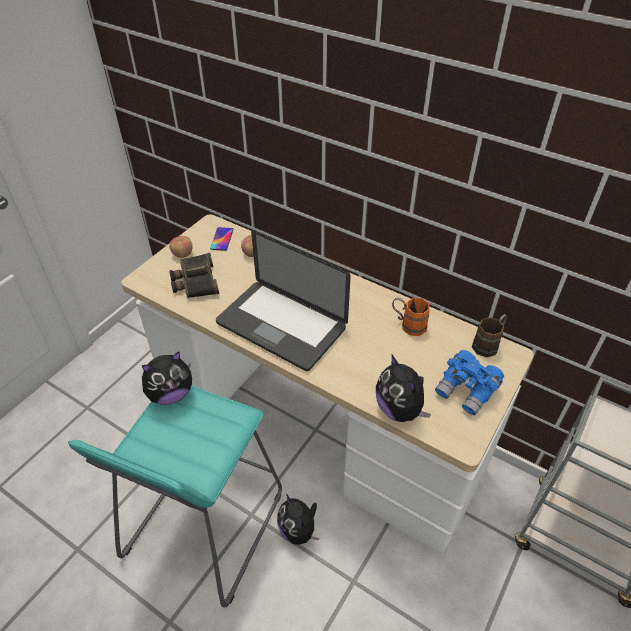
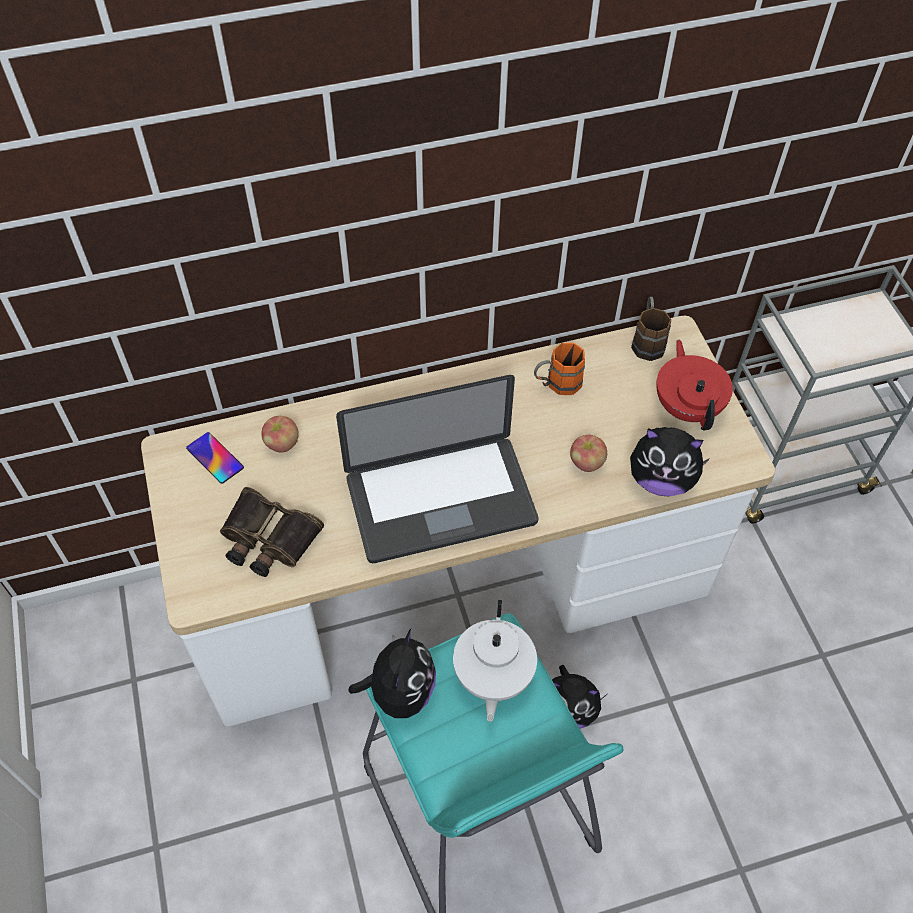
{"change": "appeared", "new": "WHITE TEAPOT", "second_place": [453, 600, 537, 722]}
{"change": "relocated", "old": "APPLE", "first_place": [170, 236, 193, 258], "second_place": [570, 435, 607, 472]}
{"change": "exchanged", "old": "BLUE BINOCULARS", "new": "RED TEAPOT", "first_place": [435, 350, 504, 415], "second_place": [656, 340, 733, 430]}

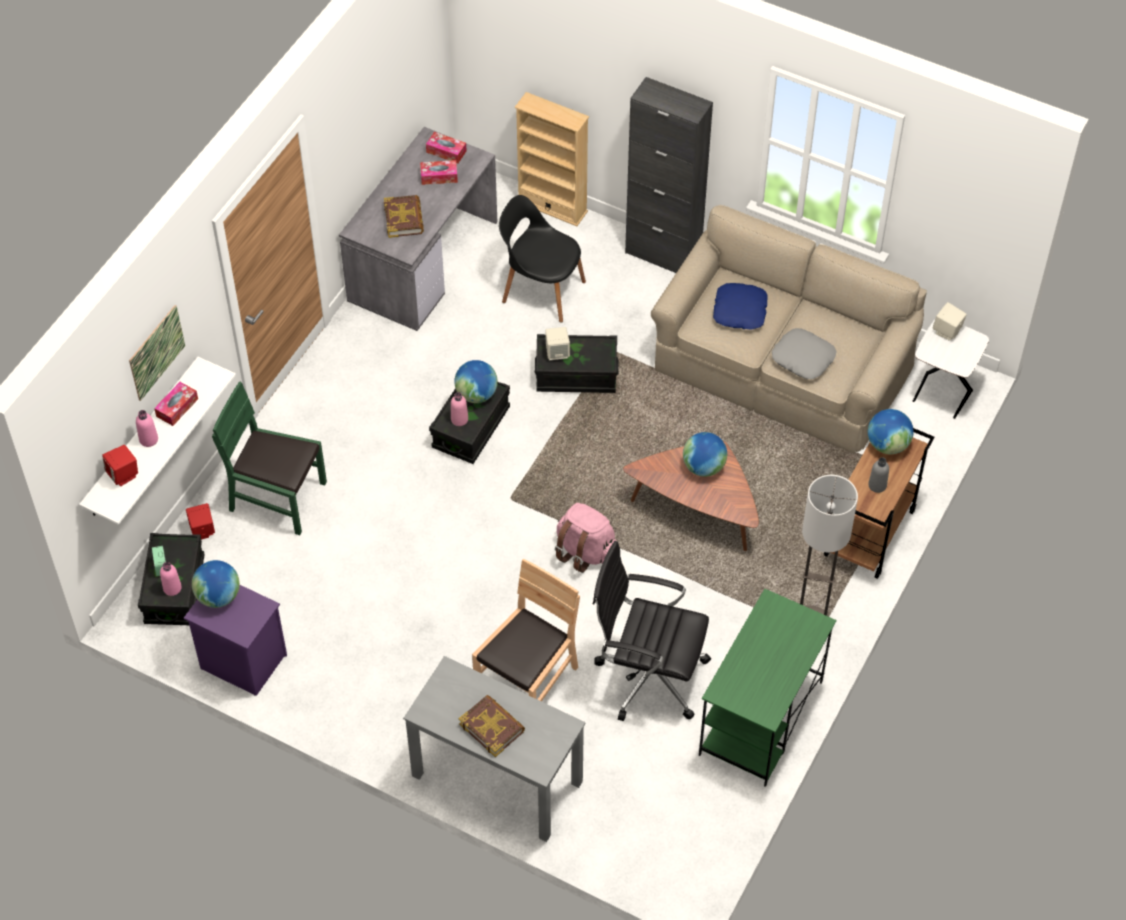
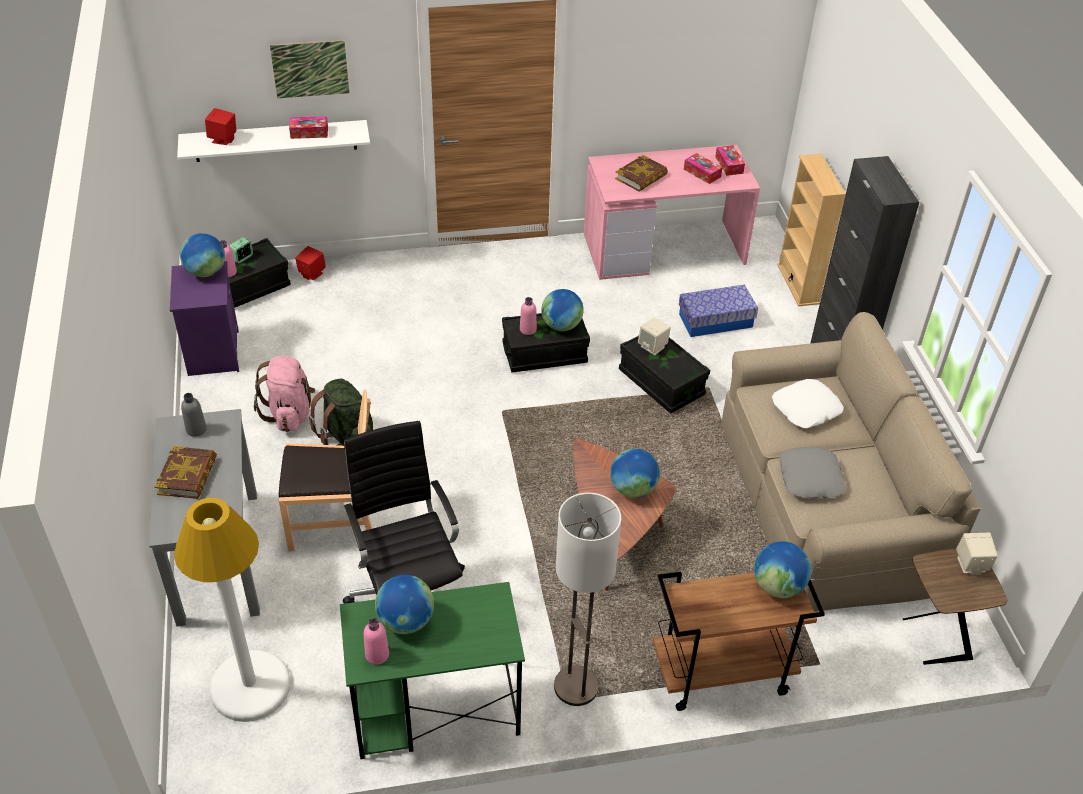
{"change": "appeared", "new": "WHITE FLOOR LAMP", "second_place": [174, 498, 291, 722]}
{"change": "relocated", "old": "GREY BOTTLE", "first_place": [868, 457, 889, 493], "second_place": [181, 393, 207, 437]}
{"change": "relocated", "old": "PINK BACKPACK", "first_place": [555, 503, 617, 573], "second_place": [254, 356, 315, 432]}
{"change": "appeared", "new": "GREEN BACKPACK", "second_place": [309, 379, 373, 446]}
{"change": "relocated", "old": "PINK BOTTLE", "first_place": [136, 410, 158, 447], "second_place": [364, 618, 389, 665]}
{"change": "appeared", "new": "GLOBE", "second_place": [375, 575, 434, 634]}
{"change": "colour", "old": "GREY DESK", "new": "PINK DESK", "first_place": [339, 127, 497, 331], "second_place": [584, 145, 760, 280]}
{"change": "exchanged", "old": "BLACK CHAIR", "new": "STORAGE BOX", "first_place": [499, 195, 586, 322], "second_place": [679, 284, 758, 337]}
{"change": "colour", "old": "BLUE PILLOW", "new": "WHITE PILLOW", "first_place": [713, 283, 767, 330], "second_place": [772, 379, 844, 428]}
{"change": "colour", "old": "WHITE SIDE TABLE", "new": "BROWN SIDE TABLE", "first_place": [913, 319, 989, 419], "second_place": [903, 548, 1007, 665]}
{"change": "missing", "old": "GREEN CHAIR", "first_place": [212, 382, 327, 535]}

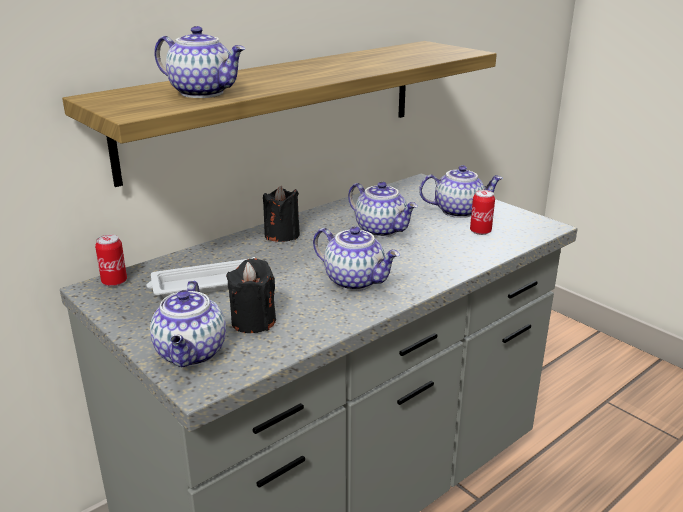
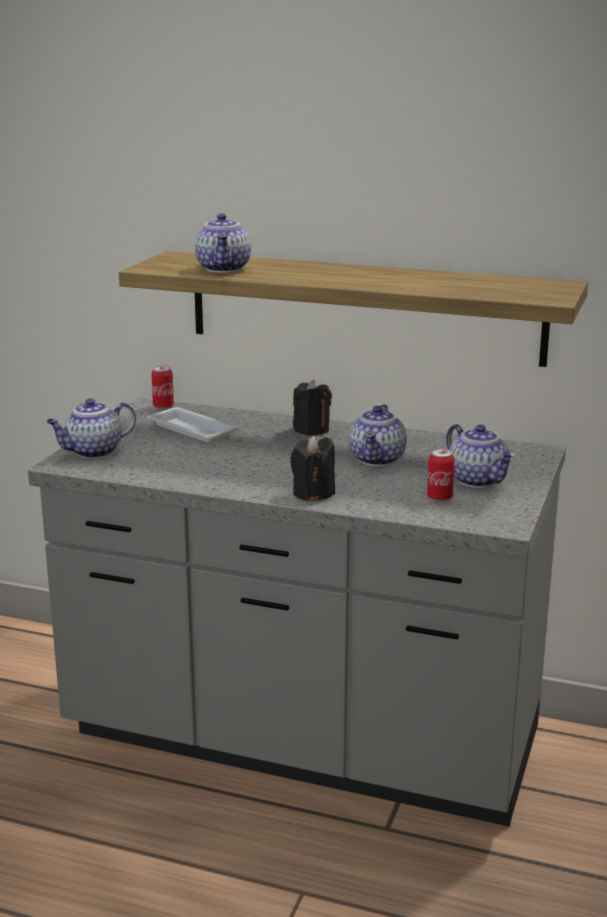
{"change": "relocated", "old": "BLACK CANDLE", "first_place": [226, 258, 276, 333], "second_place": [290, 436, 335, 501]}
{"change": "missing", "old": "TEAPOT", "first_place": [313, 226, 400, 291]}

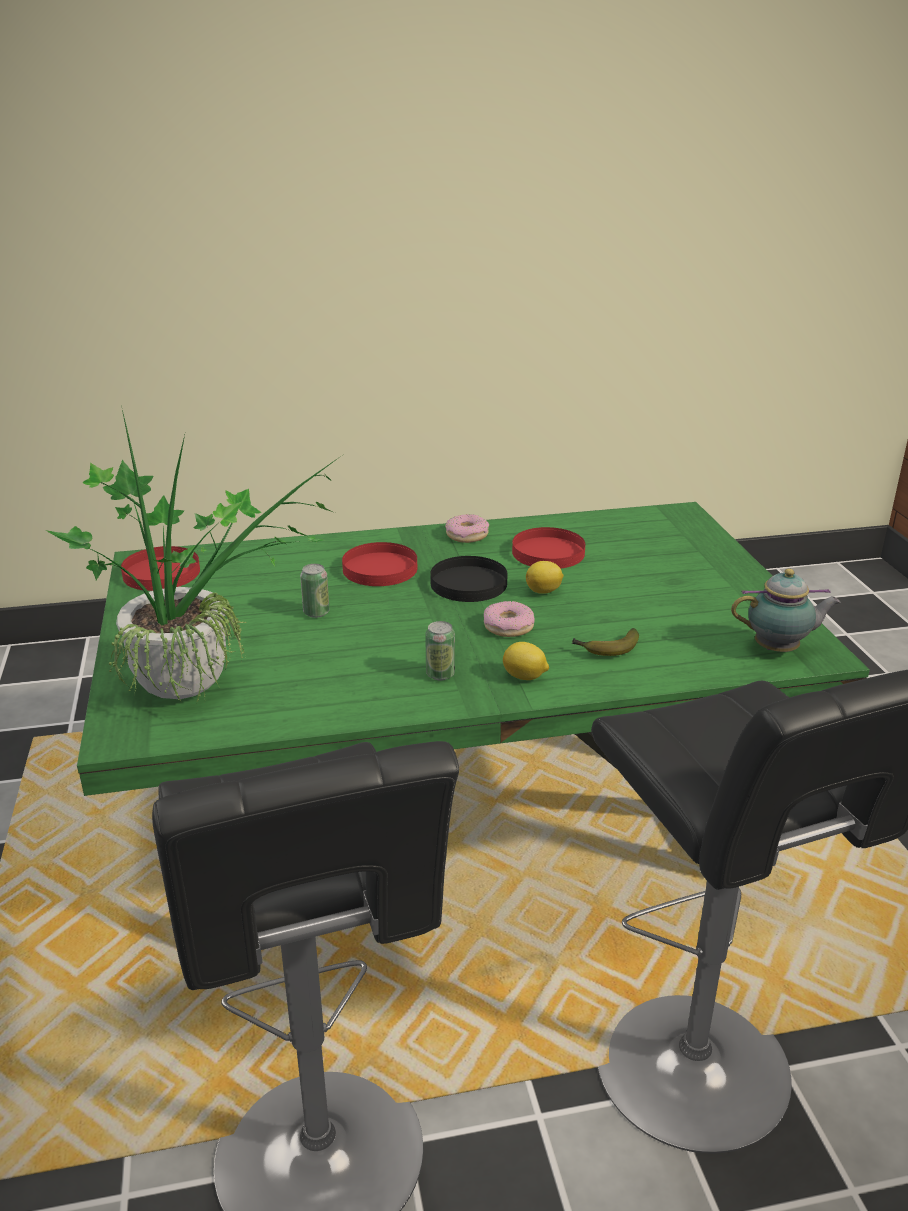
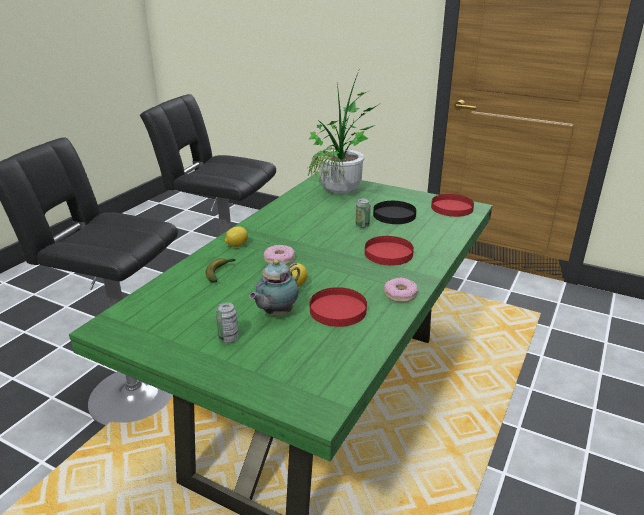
{"change": "relocated", "old": "CAN", "first_place": [425, 621, 455, 680], "second_place": [216, 303, 239, 343]}
{"change": "relocated", "old": "TEAPOT", "first_place": [731, 569, 841, 652], "second_place": [249, 260, 300, 315]}
{"change": "relocated", "old": "BLACK PLATE", "first_place": [430, 556, 508, 602], "second_place": [373, 201, 416, 224]}

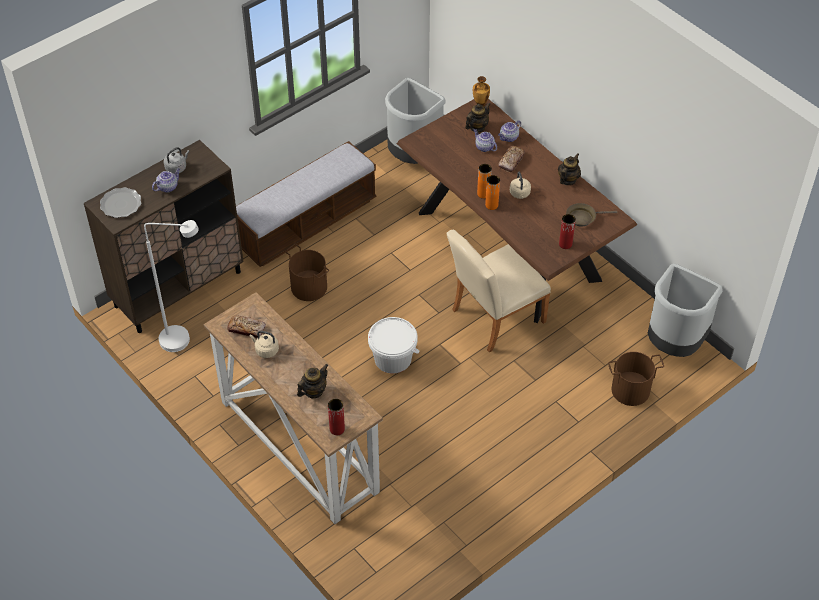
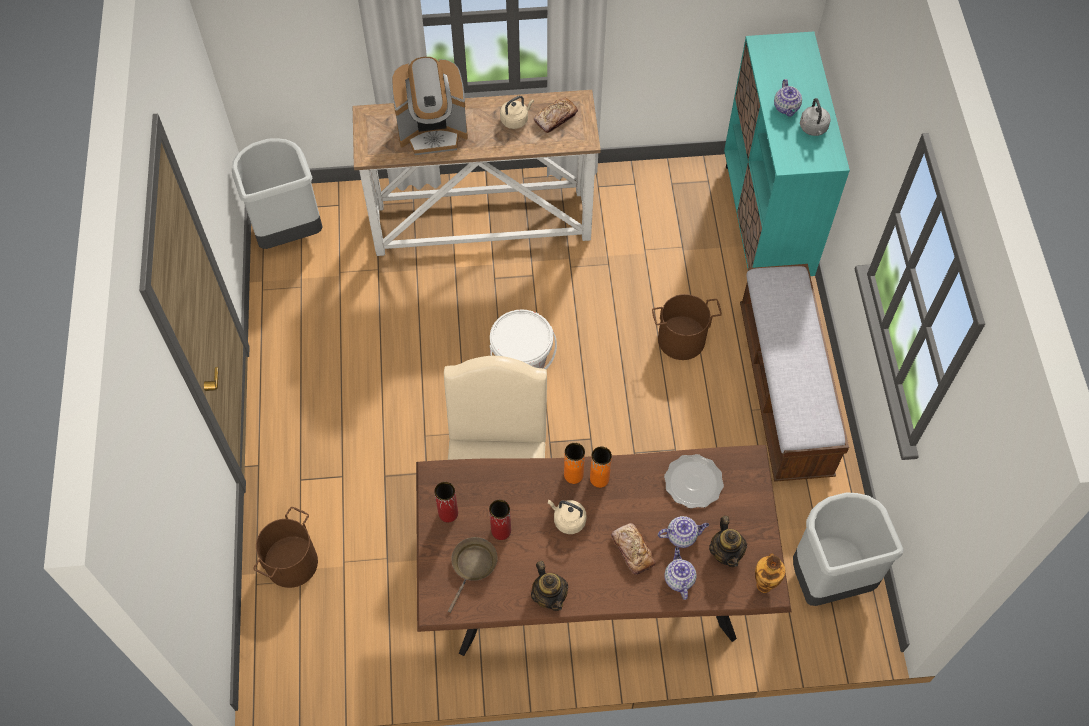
{"change": "relocated", "old": "GREY TRASH CAN", "first_place": [648, 263, 722, 357], "second_place": [232, 138, 323, 249]}
{"change": "exchanged", "old": "TEAPOT", "new": "COFFEE MACHINE", "first_place": [297, 364, 328, 398], "second_place": [391, 57, 468, 155]}
{"change": "relocated", "old": "RED VASE", "first_place": [328, 399, 345, 435], "second_place": [489, 500, 511, 540]}
{"change": "relocated", "old": "PLATE", "first_place": [100, 187, 142, 218], "second_place": [664, 454, 724, 508]}
{"change": "colour", "old": "BROWN CABINET", "new": "TURQUOISE CABINET", "first_place": [84, 140, 244, 333], "second_place": [724, 32, 850, 276]}
{"change": "missing", "old": "WHITE FLOOR LAMP", "first_place": [144, 220, 199, 352]}

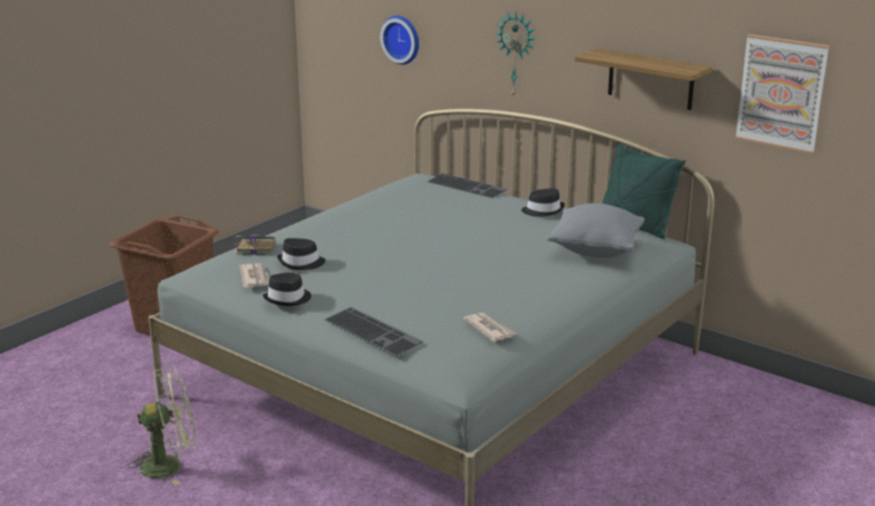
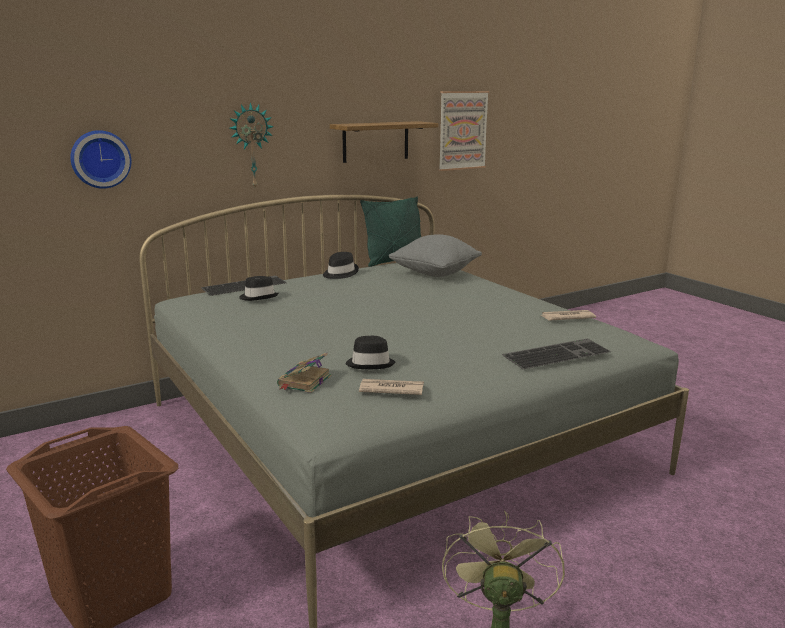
{"change": "relocated", "old": "BLACK HAT", "first_place": [262, 273, 311, 306], "second_place": [239, 276, 279, 301]}

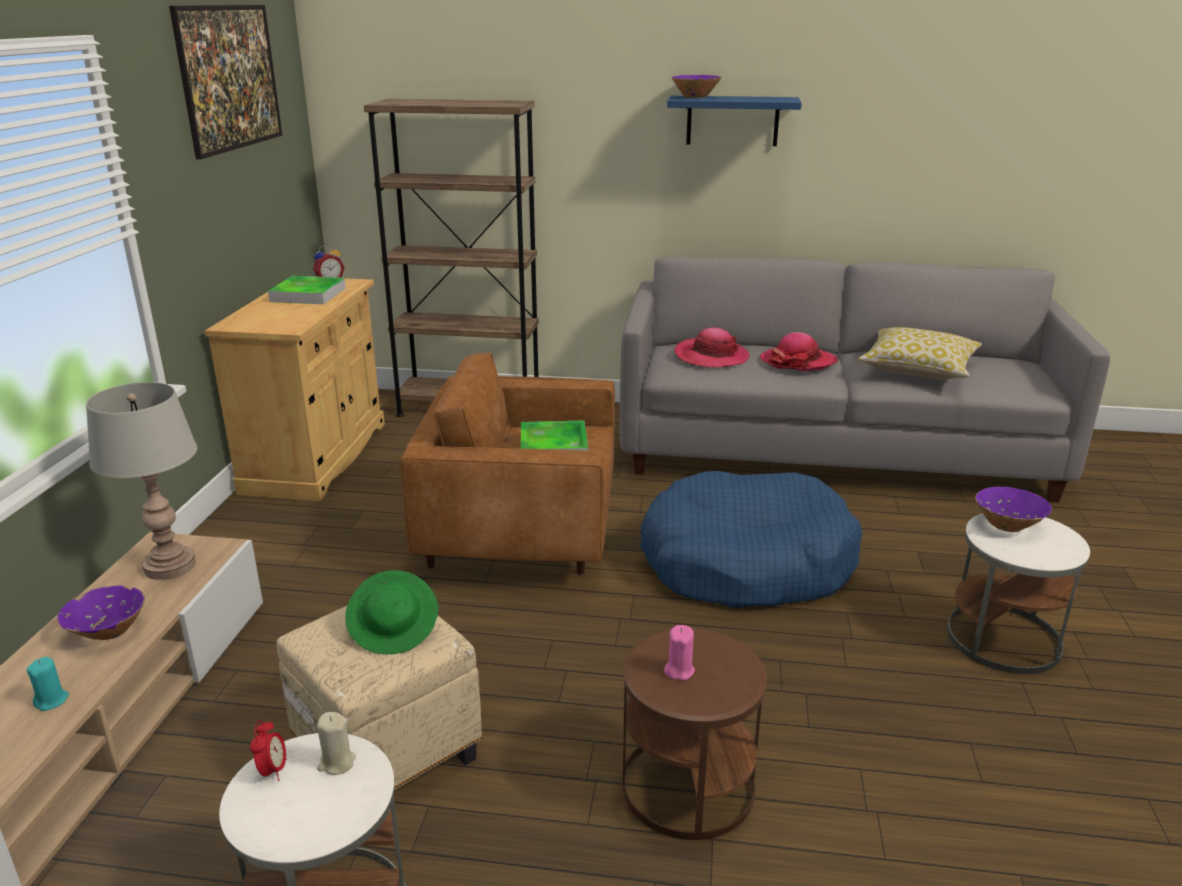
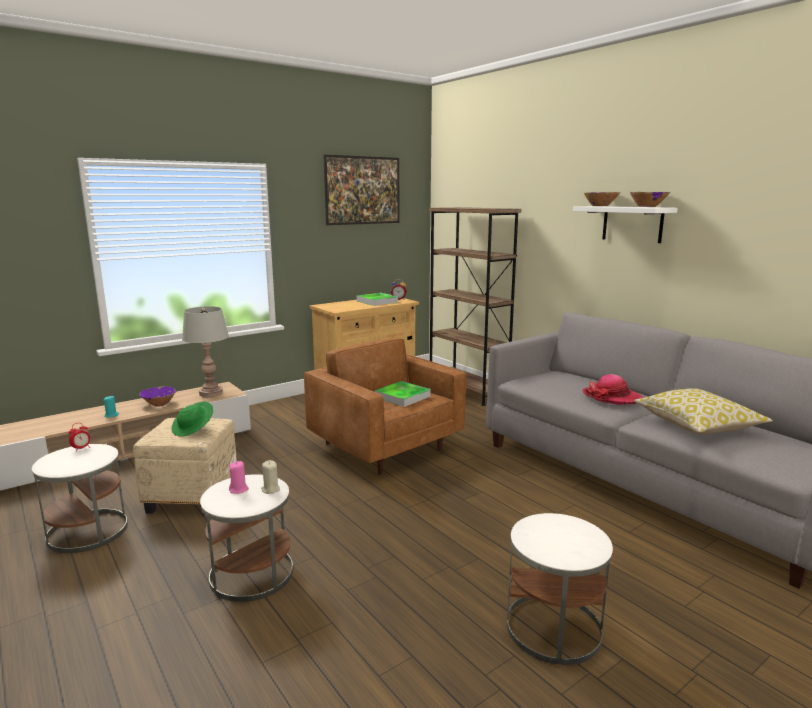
{"change": "colour", "old": "BROWN SIDE TABLE", "new": "WHITE SIDE TABLE", "first_place": [622, 628, 767, 840], "second_place": [200, 474, 293, 602]}
{"change": "relocated", "old": "BEIGE CANDLE", "first_place": [317, 712, 356, 775], "second_place": [261, 460, 280, 494]}
{"change": "colour", "old": "BLUE SHELF", "new": "WHITE SHELF", "first_place": [667, 96, 802, 146], "second_place": [573, 206, 678, 243]}
{"change": "relocated", "old": "PURPLE BOWL", "first_place": [975, 487, 1052, 532], "second_place": [630, 192, 670, 207]}
{"change": "missing", "old": "BLUE DOG BED", "first_place": [640, 471, 862, 608]}
{"change": "missing", "old": "HAT", "first_place": [674, 328, 750, 368]}

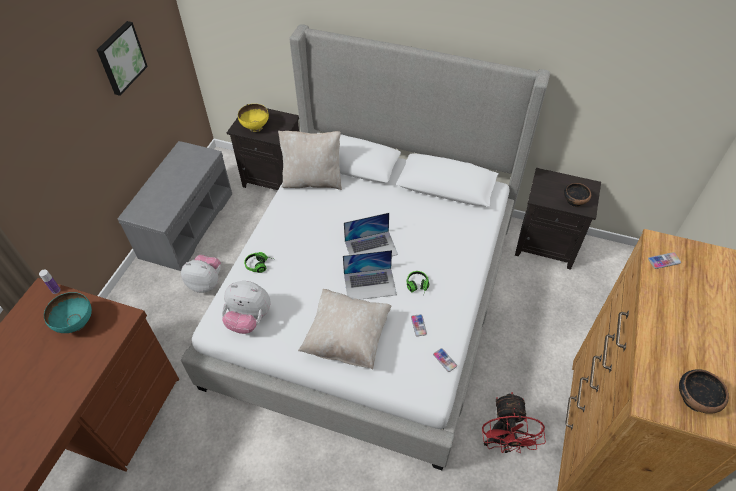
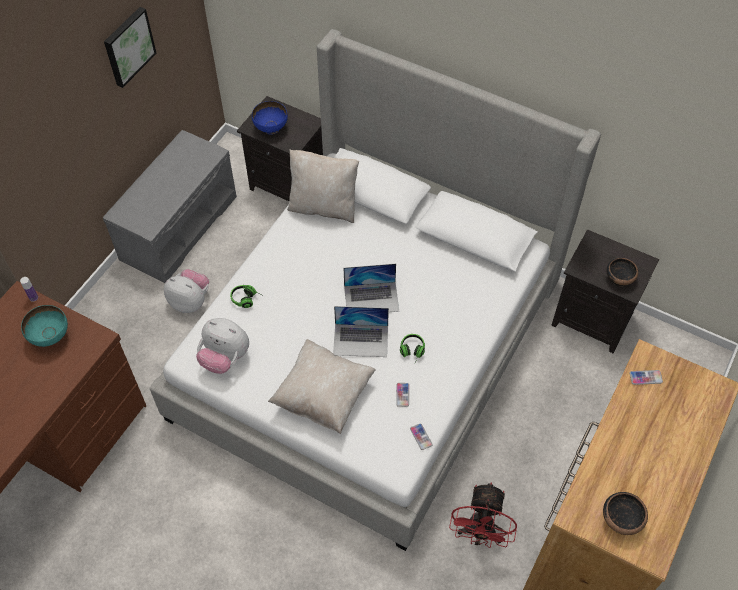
{"change": "colour", "old": "YELLOW BOWL", "new": "BLUE BOWL", "first_place": [238, 104, 269, 132], "second_place": [252, 101, 288, 135]}

